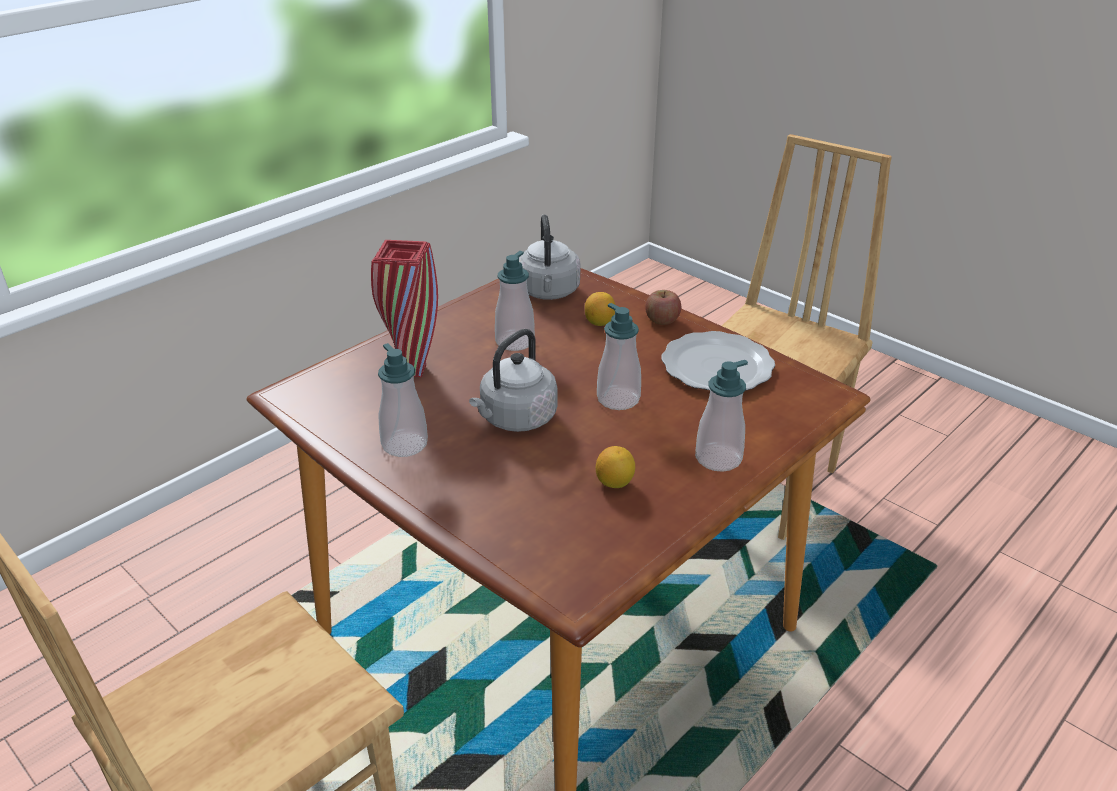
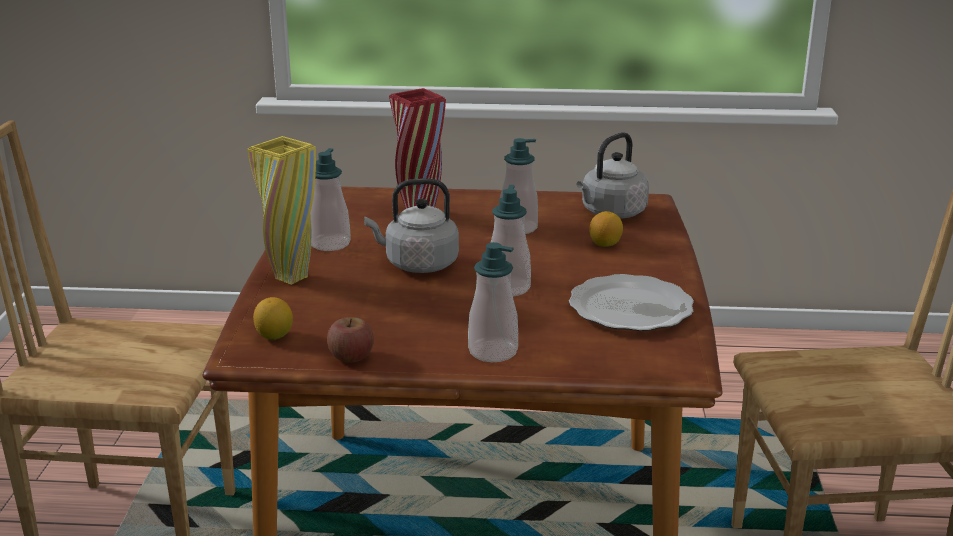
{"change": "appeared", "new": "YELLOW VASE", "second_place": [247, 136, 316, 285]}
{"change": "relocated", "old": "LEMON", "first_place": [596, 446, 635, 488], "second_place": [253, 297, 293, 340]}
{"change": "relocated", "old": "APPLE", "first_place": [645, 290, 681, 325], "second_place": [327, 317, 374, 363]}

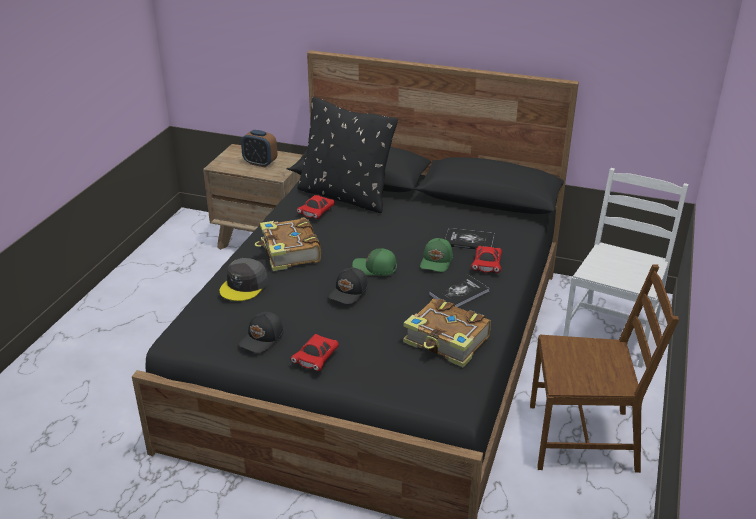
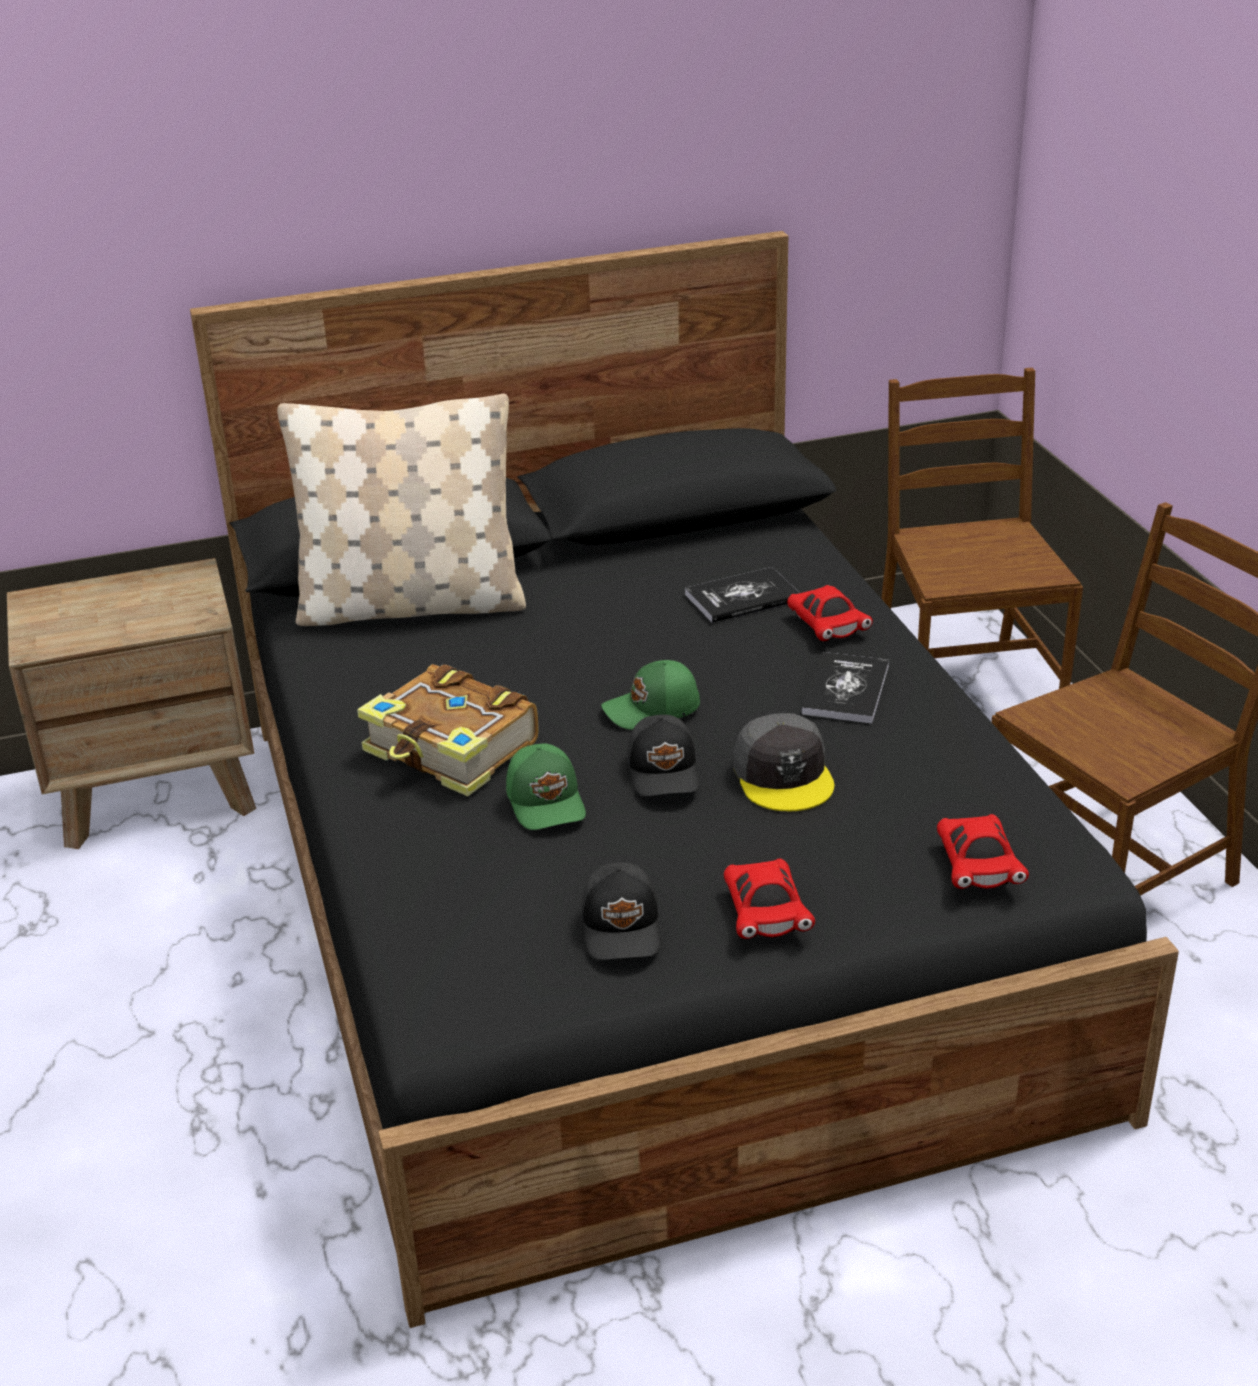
{"change": "colour", "old": "BLACK PILLOW", "new": "BEIGE PILLOW", "first_place": [297, 97, 398, 213], "second_place": [277, 394, 526, 626]}
{"change": "relocated", "old": "GREEN CAP", "first_place": [420, 238, 453, 272], "second_place": [506, 743, 586, 830]}
{"change": "relocated", "old": "GREY CAP", "first_place": [220, 258, 268, 301], "second_place": [733, 713, 834, 811]}
{"change": "colour", "old": "WHITE CHAIR", "new": "BROWN CHAIR", "first_place": [563, 168, 689, 368], "second_place": [881, 368, 1083, 689]}
{"change": "relocated", "old": "RED TOY CAR", "first_place": [297, 195, 335, 219], "second_place": [937, 814, 1029, 889]}
{"change": "missing", "old": "ALARM CLOCK", "first_place": [241, 130, 277, 167]}
{"change": "missing", "old": "BOOK", "first_place": [403, 298, 491, 367]}

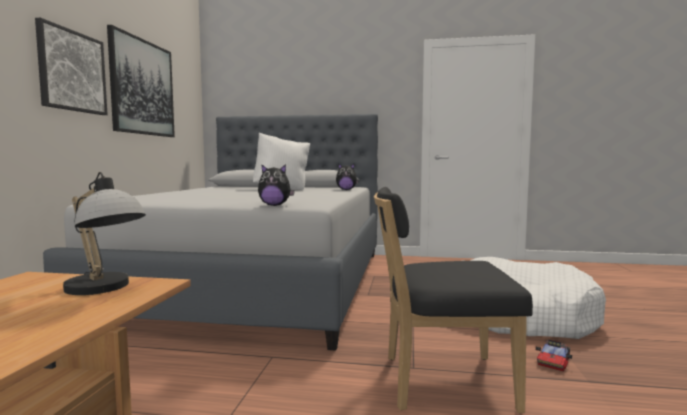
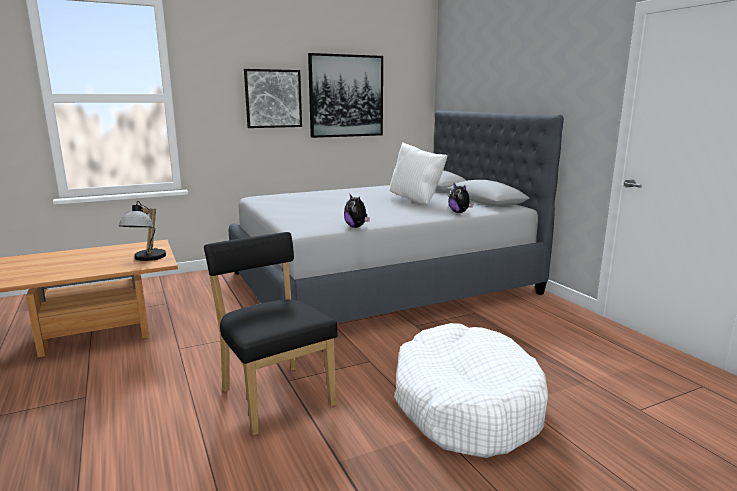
{"change": "relocated", "old": "PLUSH TOY", "first_place": [258, 164, 295, 206], "second_place": [344, 193, 370, 228]}
{"change": "missing", "old": "TOY CAR", "first_place": [536, 340, 572, 372]}

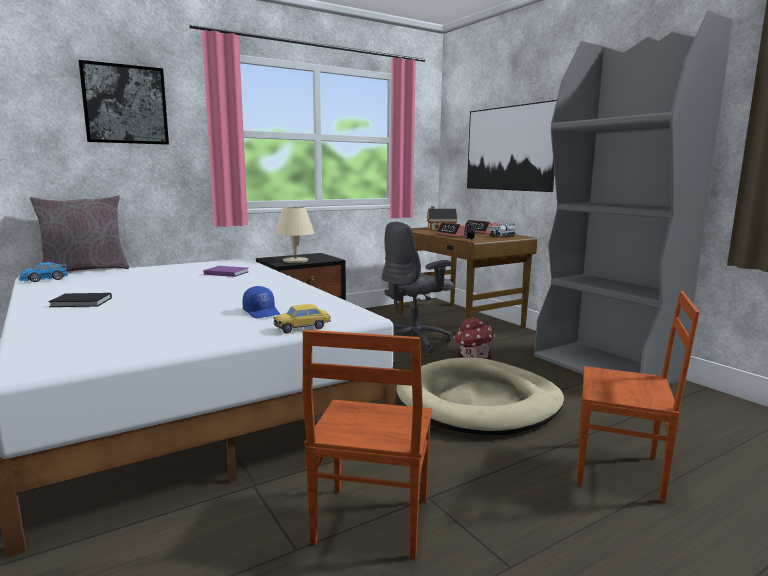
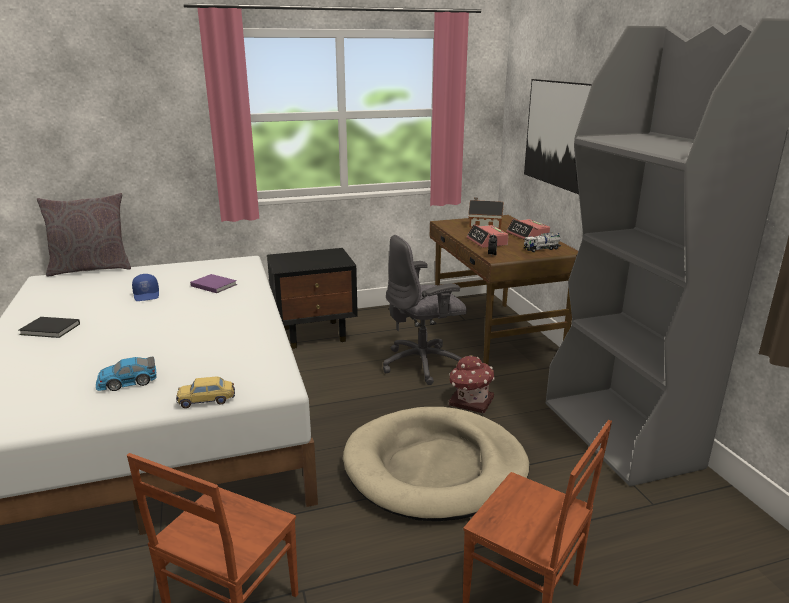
{"change": "relocated", "old": "TOY CAR", "first_place": [19, 262, 68, 282], "second_place": [96, 356, 157, 391]}
{"change": "relocated", "old": "BLUE CAP", "first_place": [242, 286, 280, 318], "second_place": [132, 274, 159, 301]}
{"change": "missing", "old": "PICTURE", "first_place": [79, 60, 169, 145]}
{"change": "missing", "old": "BEIGE TABLE LAMP", "first_place": [275, 207, 314, 263]}

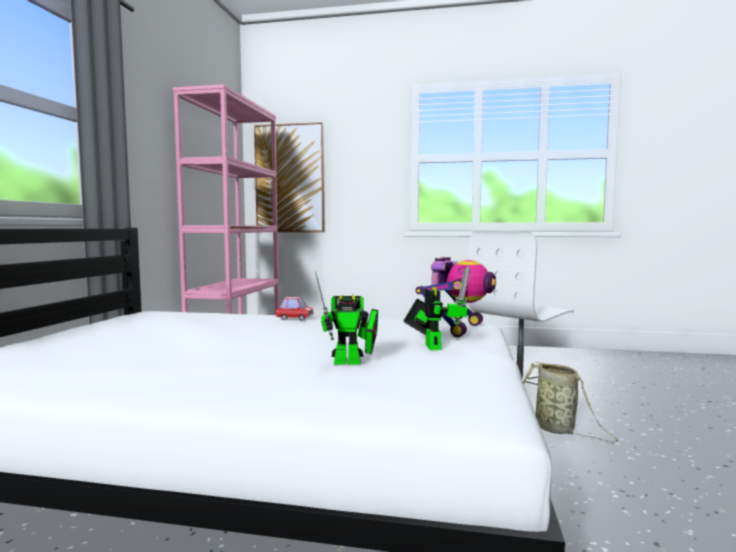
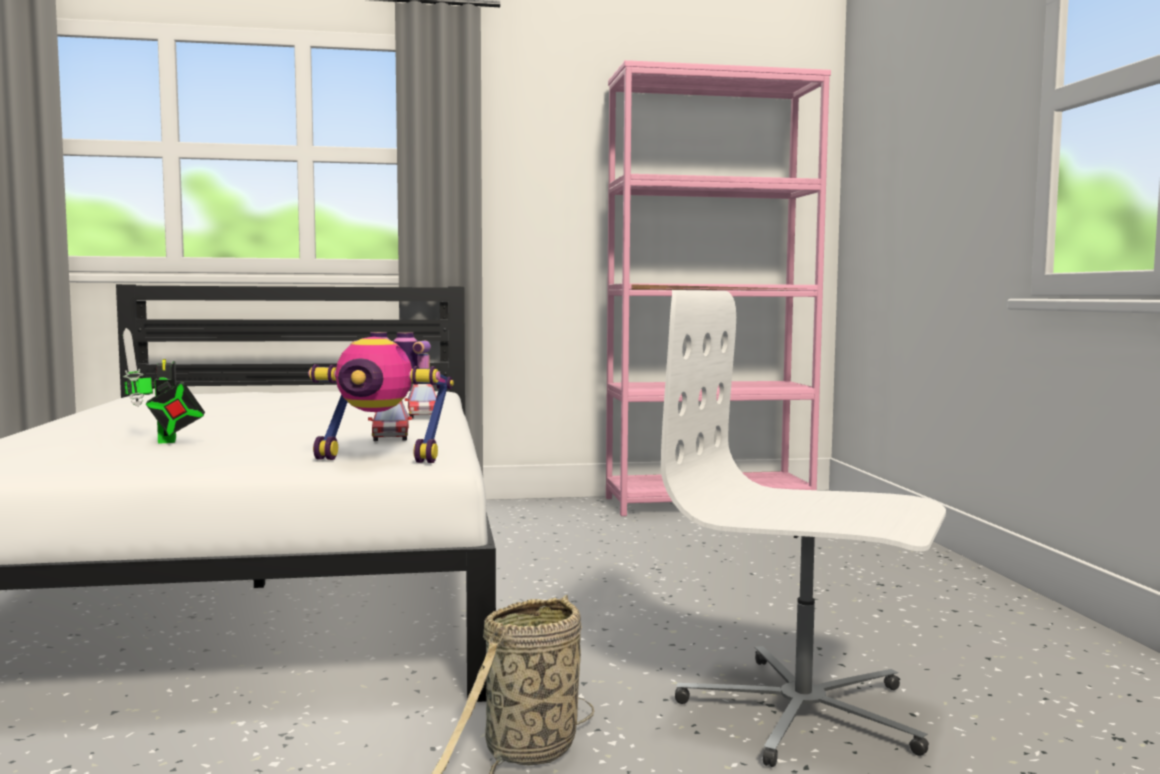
{"change": "appeared", "new": "TOY CAR", "second_place": [368, 401, 412, 441]}
{"change": "missing", "old": "PICTURE", "first_place": [254, 122, 325, 232]}
{"change": "missing", "old": "TOY ROBOT", "first_place": [404, 266, 470, 350]}

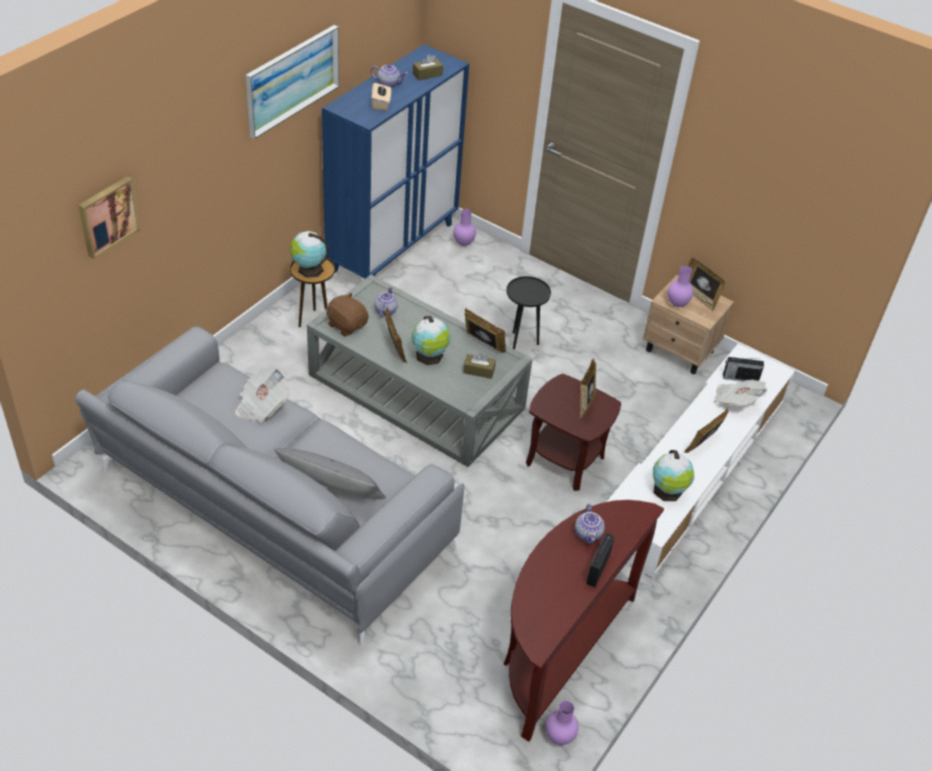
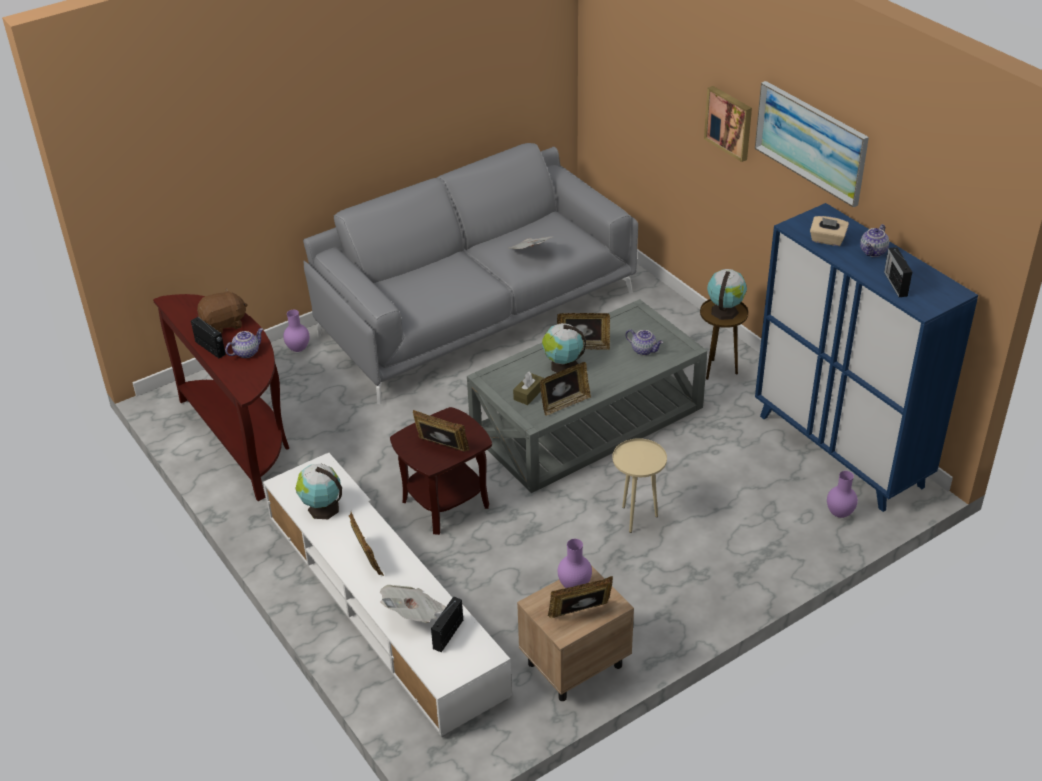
{"change": "relocated", "old": "BROWN PLUSH TOY", "first_place": [325, 292, 369, 336], "second_place": [197, 288, 248, 334]}
{"change": "spun", "old": "TEAPOT", "first_place": [575, 504, 605, 544], "second_place": [225, 328, 263, 358], "degrees": 120}
{"change": "relocated", "old": "PURPLE VASE", "first_place": [545, 701, 579, 745], "second_place": [283, 310, 309, 352]}
{"change": "colour", "old": "BLACK SIDE TABLE", "new": "BEIGE SIDE TABLE", "first_place": [506, 276, 551, 350], "second_place": [613, 438, 667, 533]}
{"change": "relocated", "old": "PICTURE", "first_place": [78, 176, 141, 259], "second_place": [704, 86, 752, 162]}
{"change": "exchanged", "old": "BROWN TISSUE BOX", "new": "RADIO", "first_place": [413, 54, 443, 80], "second_place": [884, 247, 912, 297]}
{"change": "missing", "old": "GREY PILLOW", "first_place": [274, 448, 386, 499]}

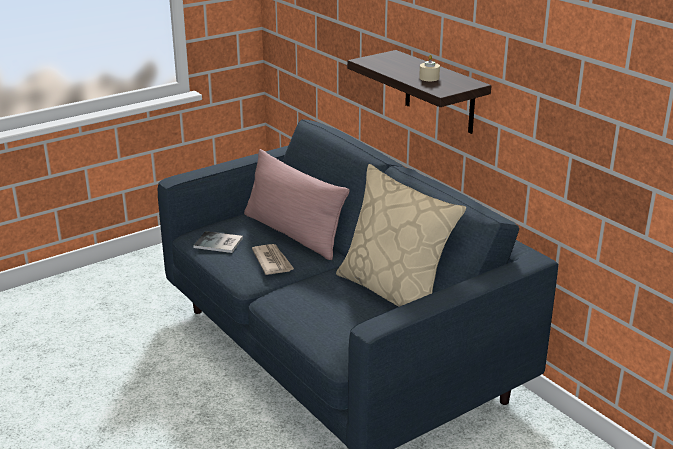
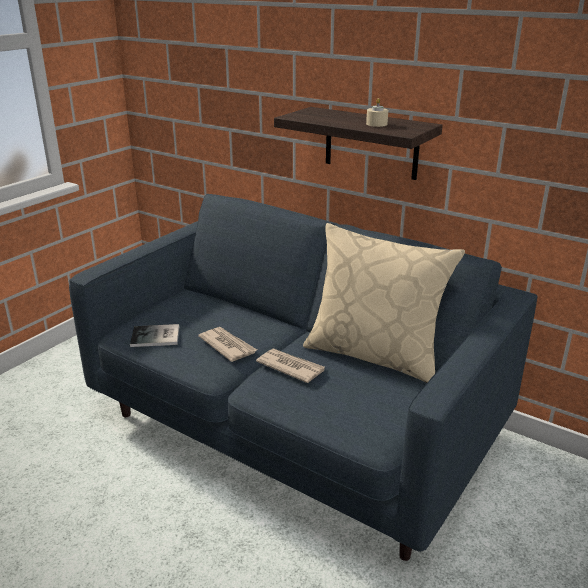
{"change": "appeared", "new": "NEWSPAPER", "second_place": [256, 349, 325, 383]}
{"change": "missing", "old": "PINK PILLOW", "first_place": [244, 149, 350, 260]}

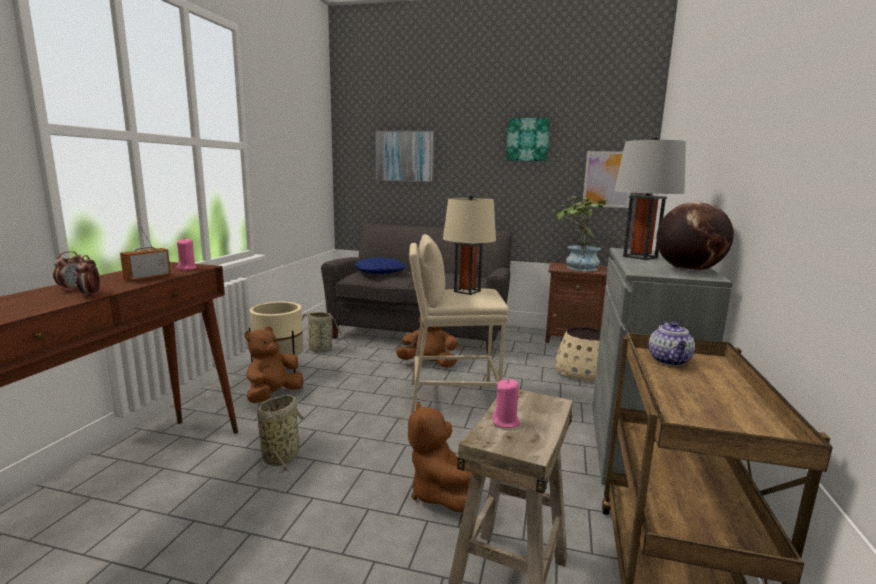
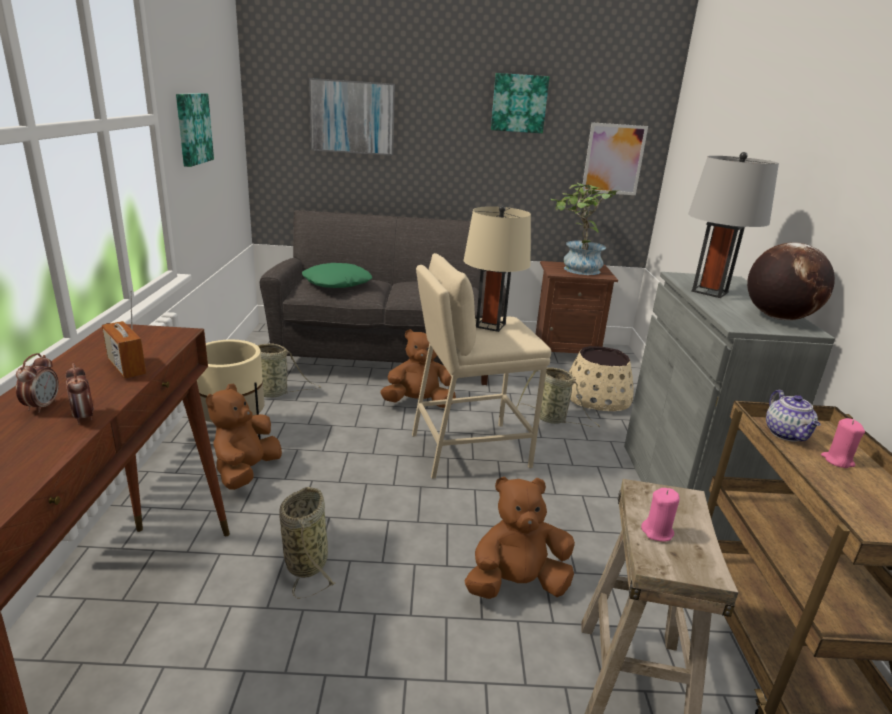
{"change": "spun", "old": "RADIO", "first_place": [120, 222, 171, 281], "second_place": [102, 290, 146, 378], "degrees": -60}
{"change": "appeared", "new": "PICTURE", "second_place": [176, 93, 214, 167]}
{"change": "colour", "old": "BLUE PILLOW", "new": "GREEN PILLOW", "first_place": [355, 257, 406, 274], "second_place": [302, 263, 372, 288]}
{"change": "spun", "old": "BROWN PLUSH TOY", "first_place": [408, 401, 472, 513], "second_place": [465, 476, 575, 599], "degrees": 105}
{"change": "appeared", "new": "BASKET", "second_place": [516, 367, 600, 427]}
{"change": "relocated", "old": "PINK CANDLE", "first_place": [177, 239, 197, 270], "second_place": [821, 418, 865, 468]}

